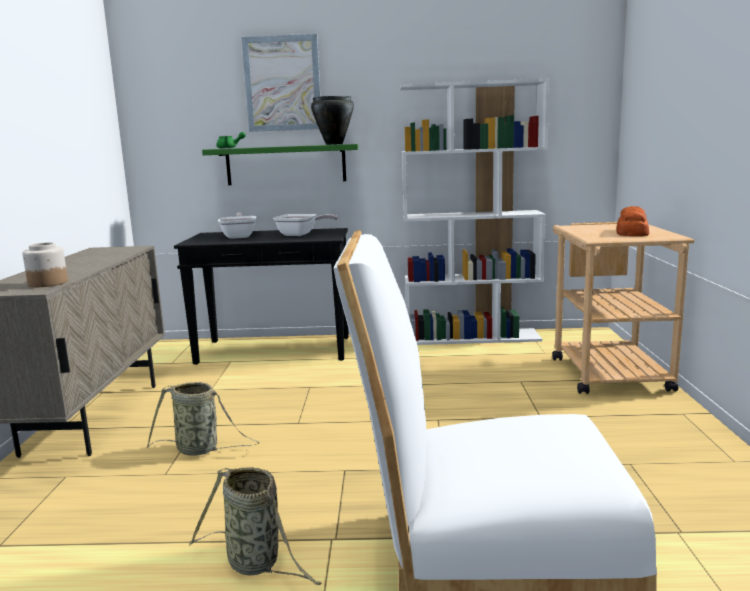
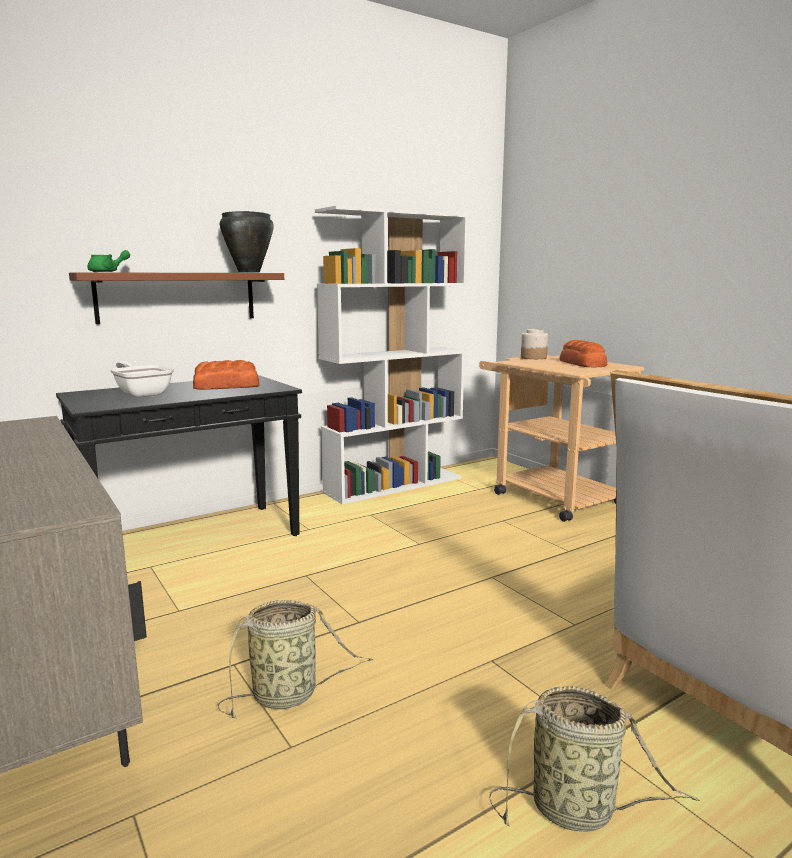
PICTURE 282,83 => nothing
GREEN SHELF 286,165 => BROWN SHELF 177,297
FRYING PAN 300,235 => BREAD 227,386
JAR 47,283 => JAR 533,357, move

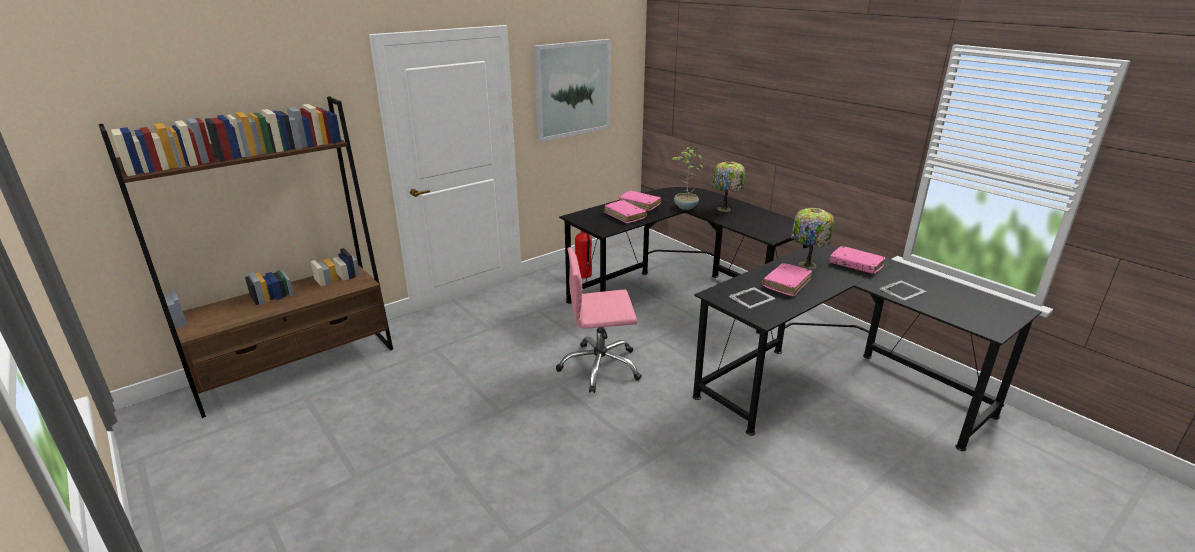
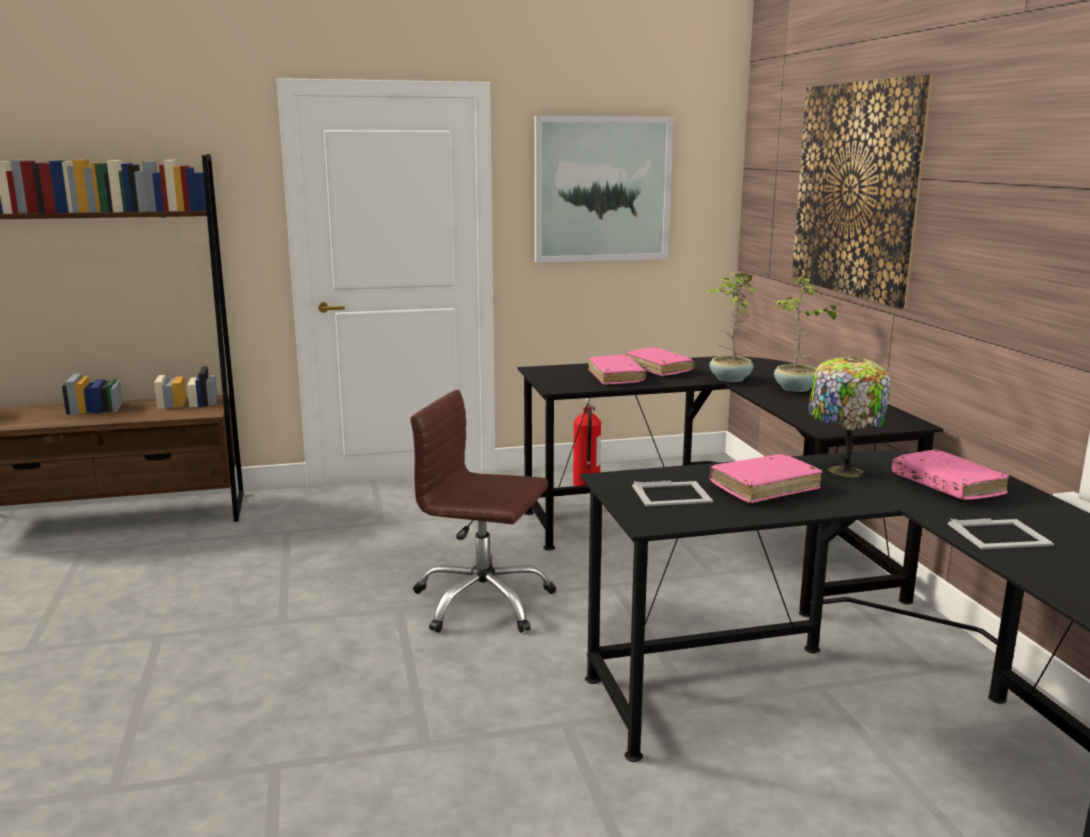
TABLE LAMP 725,209 => POTTED PLANT 796,389
PINK OFFICE CHAIR 600,367 => BROWN OFFICE CHAIR 482,602
nothing => PICTURE 856,190

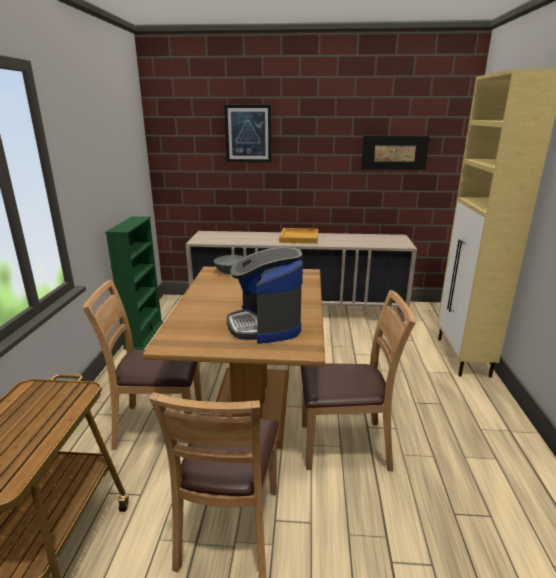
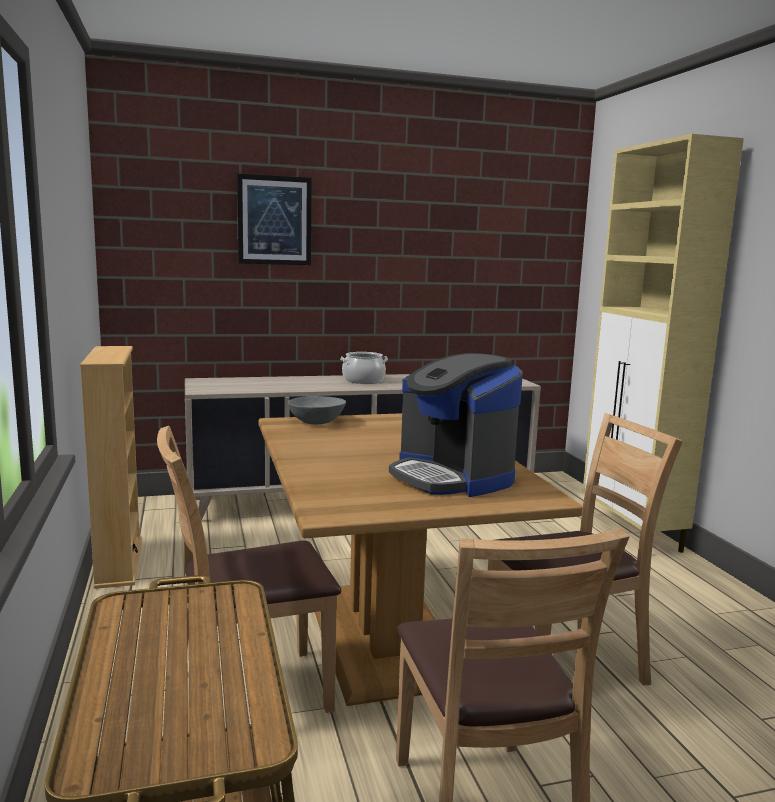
PICTURE 394,153 => nothing
GREEN BOOKCASE 144,335 => BEIGE BOOKCASE 119,562
BEIGE TRAY 299,237 => COOKING POT 363,380

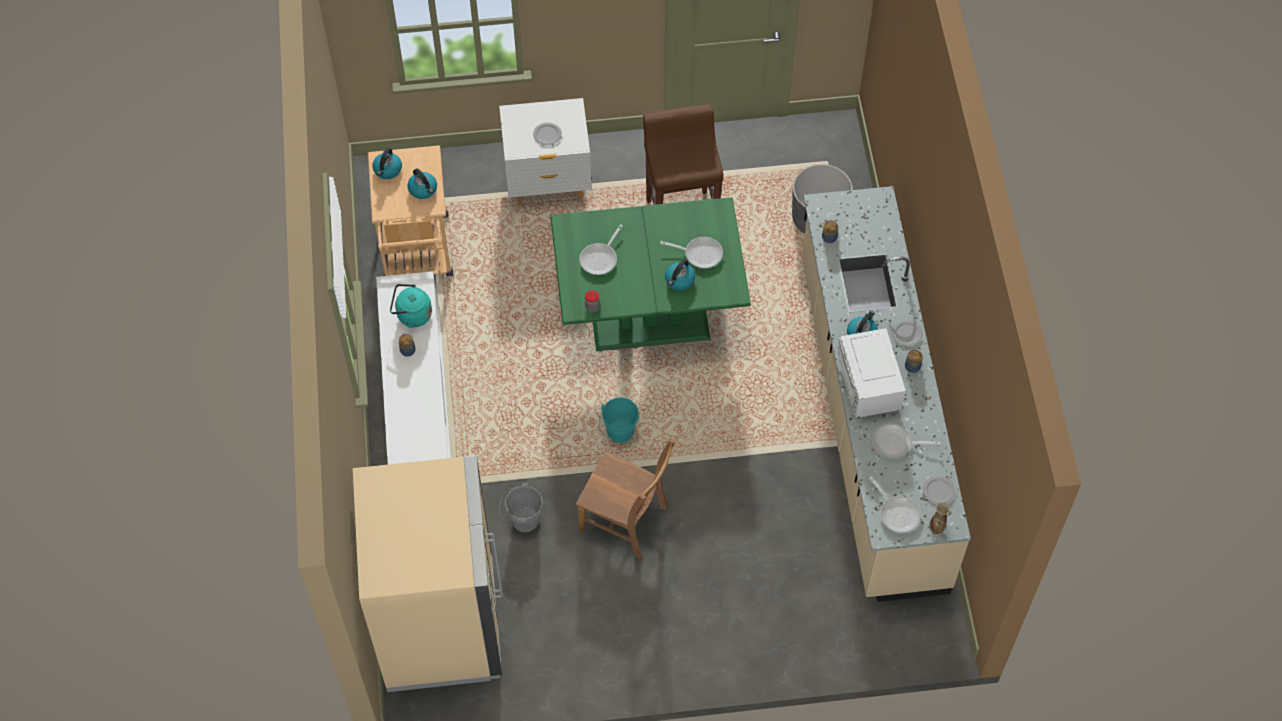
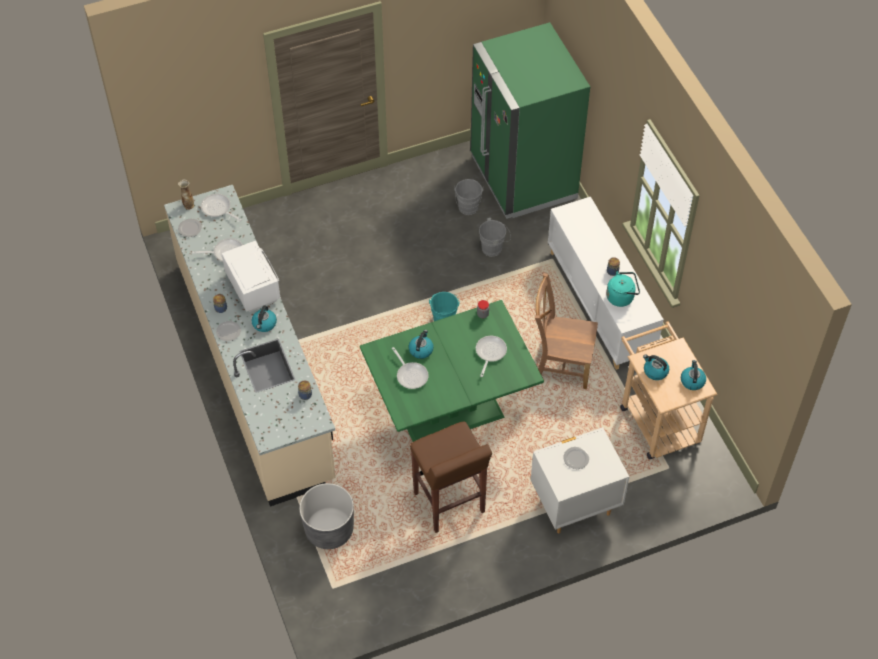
FRYING PAN 699,253 => FRYING PAN 411,375, 120 degrees counterclockwise
BROWN CHAIR 626,520 => BROWN CHAIR 560,364, move
BEIGE FRIDGE 441,624 => GREEN FRIDGE 523,177
nothing => GREY BUCKET 468,209

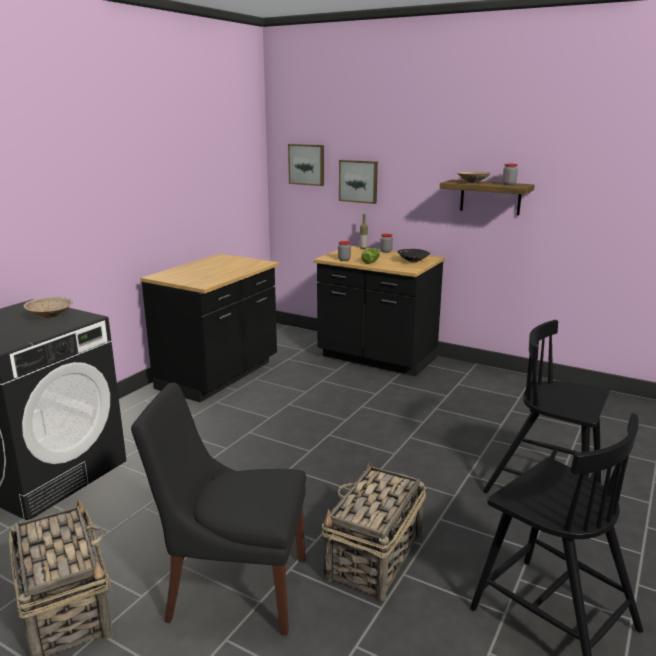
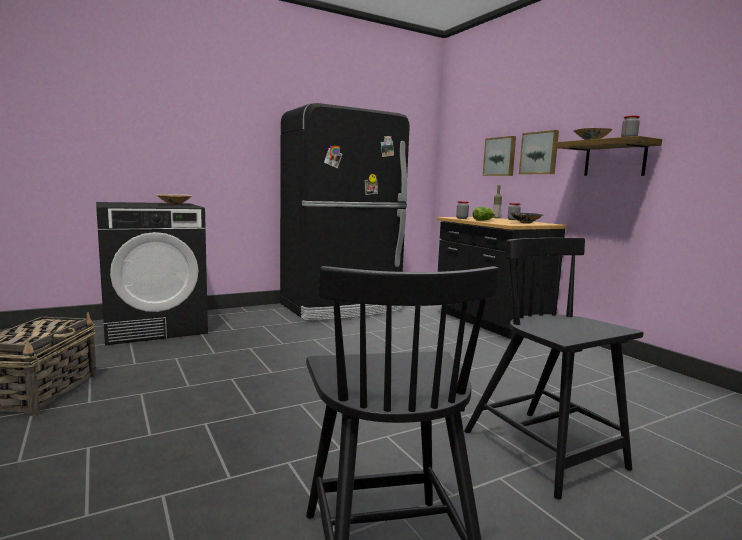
PICTURE 307,164 => PICTURE 539,153, move
BLACK COUNTER 219,376 => BLACK FRIDGE 342,308
BLACK CHAIR 233,587 => nothing
BASKET 373,558 => nothing

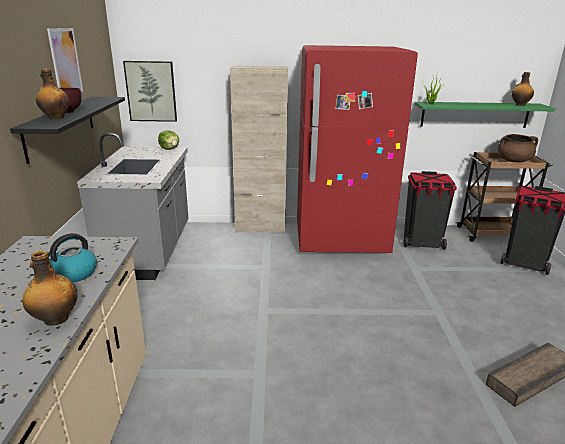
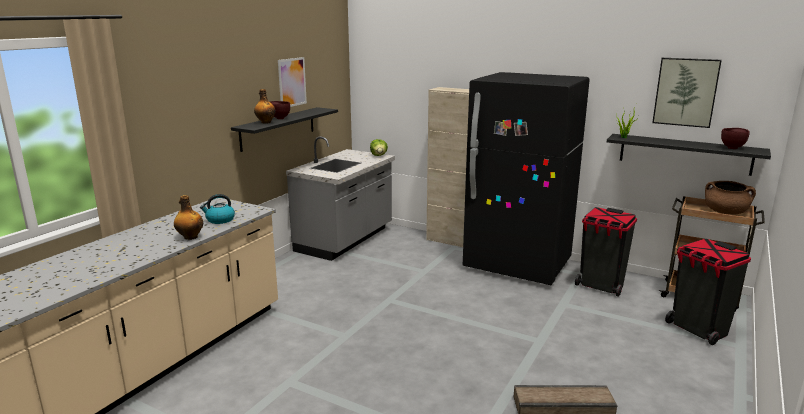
RED FRIDGE 341,240 => BLACK FRIDGE 517,266
PICTURE 151,91 => PICTURE 685,92, move
BOTTLE 519,105 => BROWN BOWL 733,148
GREEN SHELF 475,114 => BLACK SHELF 684,154

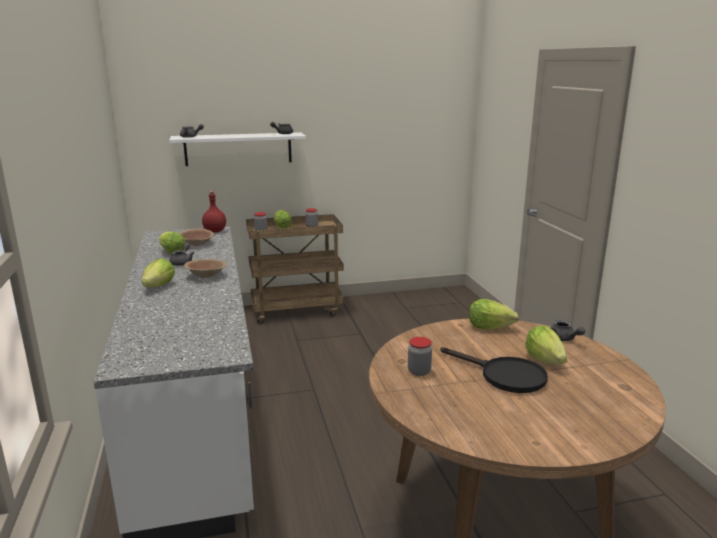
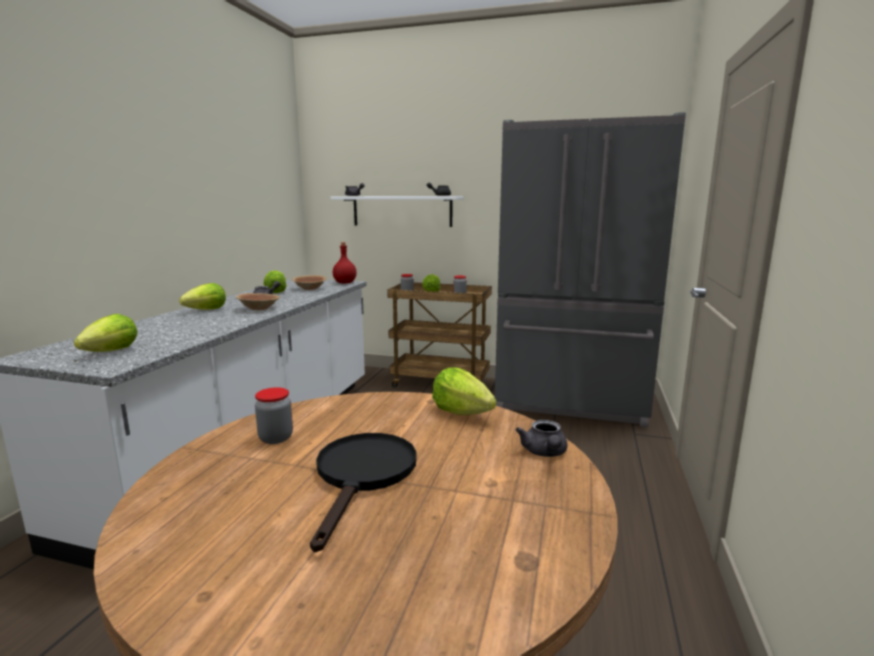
LETTUCE 545,360 => LETTUCE 112,352, move
BLACK FRYING PAN 504,376 => BLACK FRYING PAN 363,476, 150 degrees counterclockwise
nothing => GREY FRIDGE 570,403

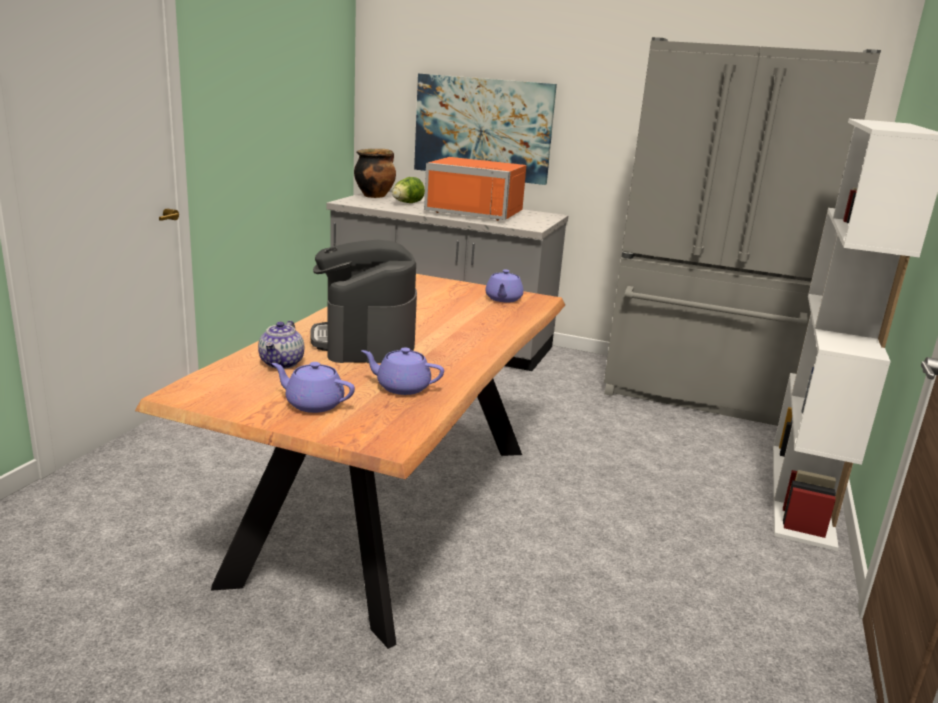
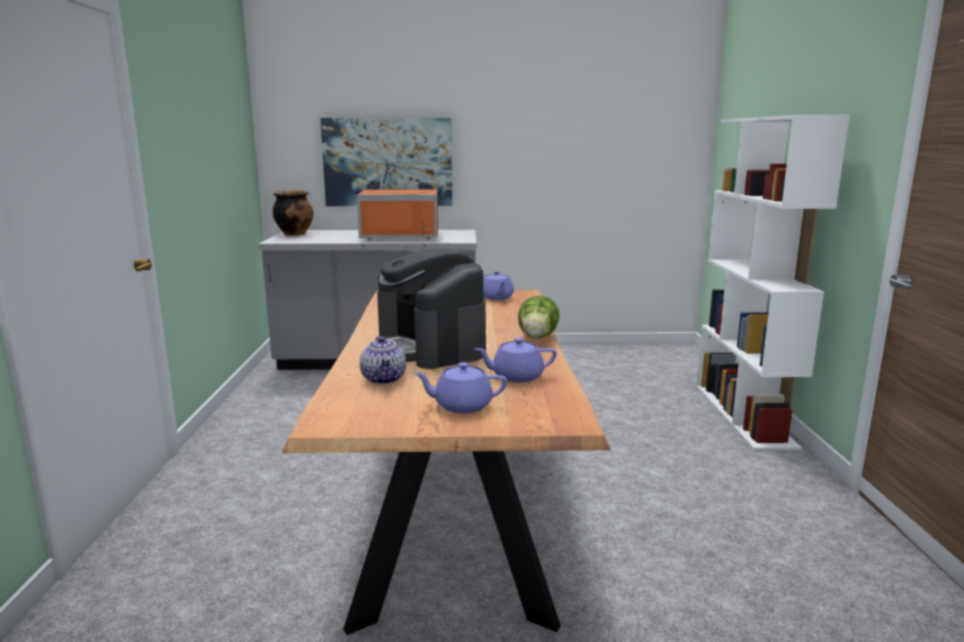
GREY FRIDGE 697,394 => nothing
LETTUCE 407,203 => LETTUCE 537,338, move

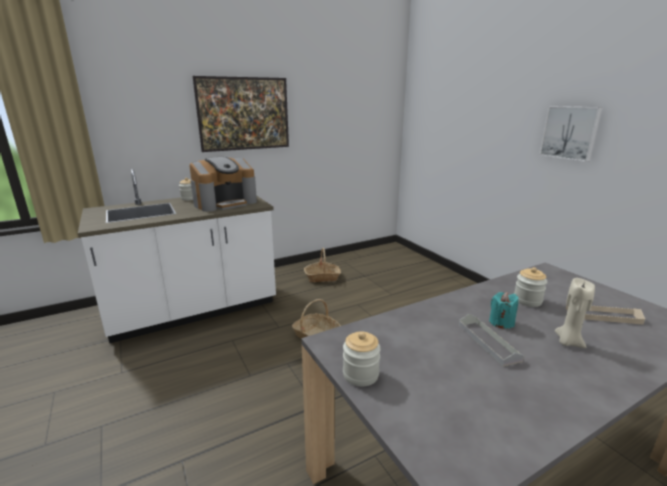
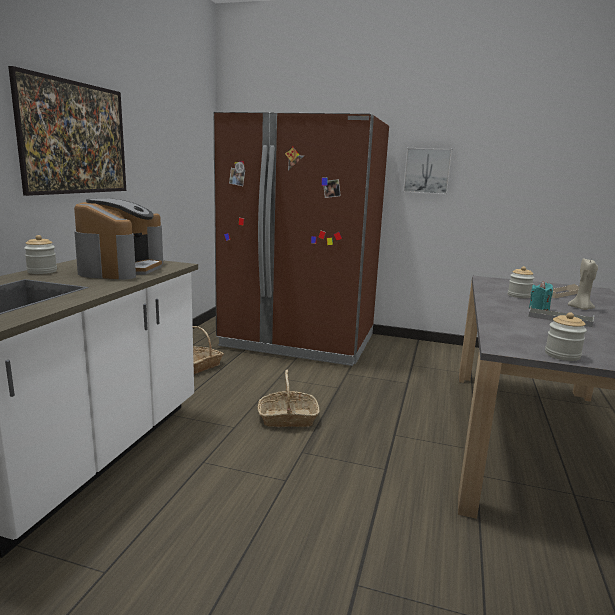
nothing => BROWN FRIDGE 298,341

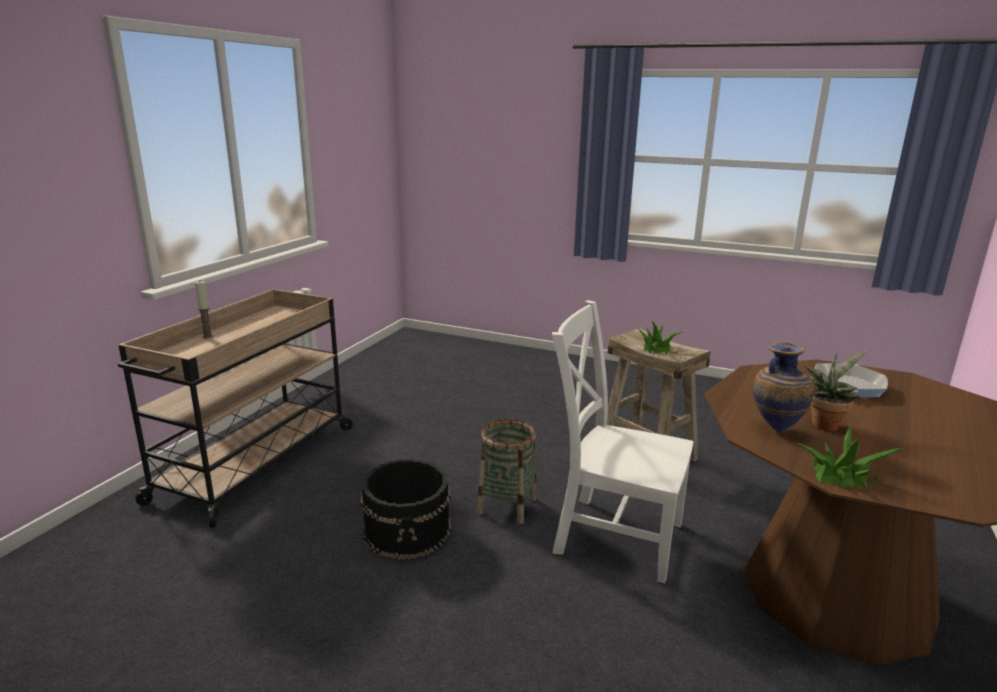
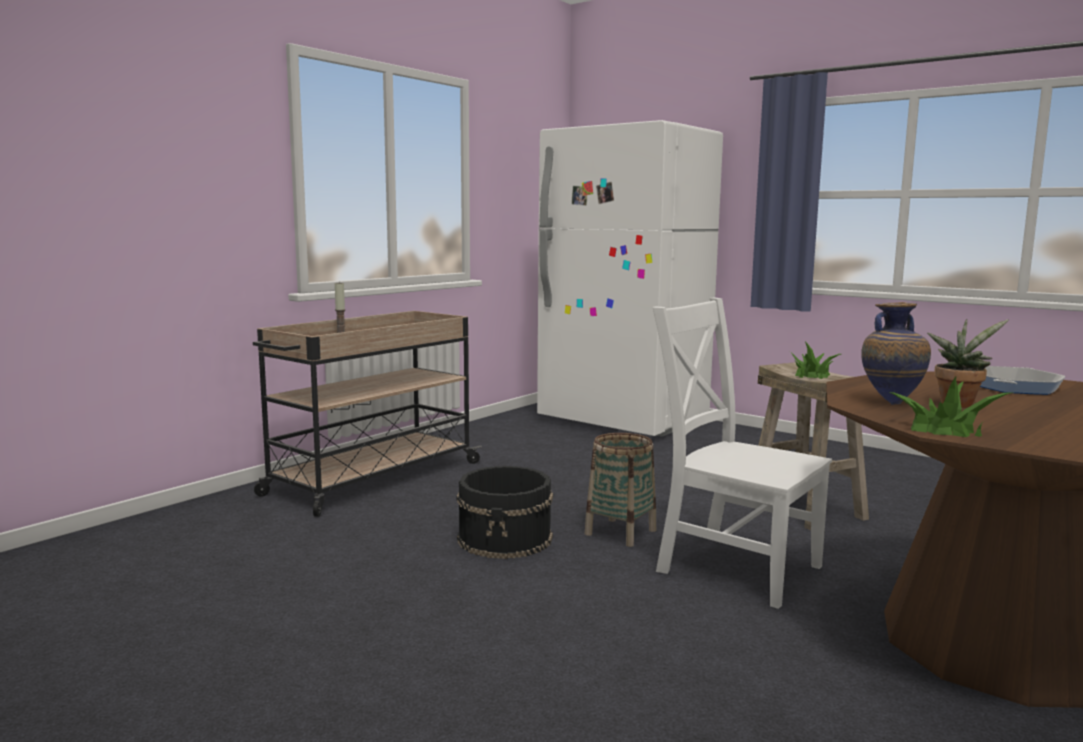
nothing => WHITE FRIDGE 623,421

